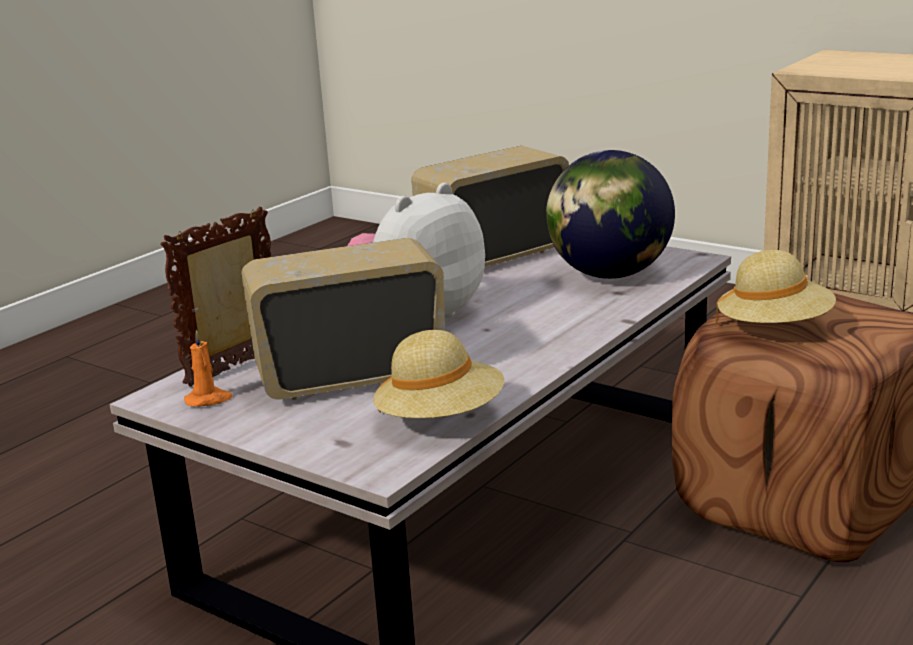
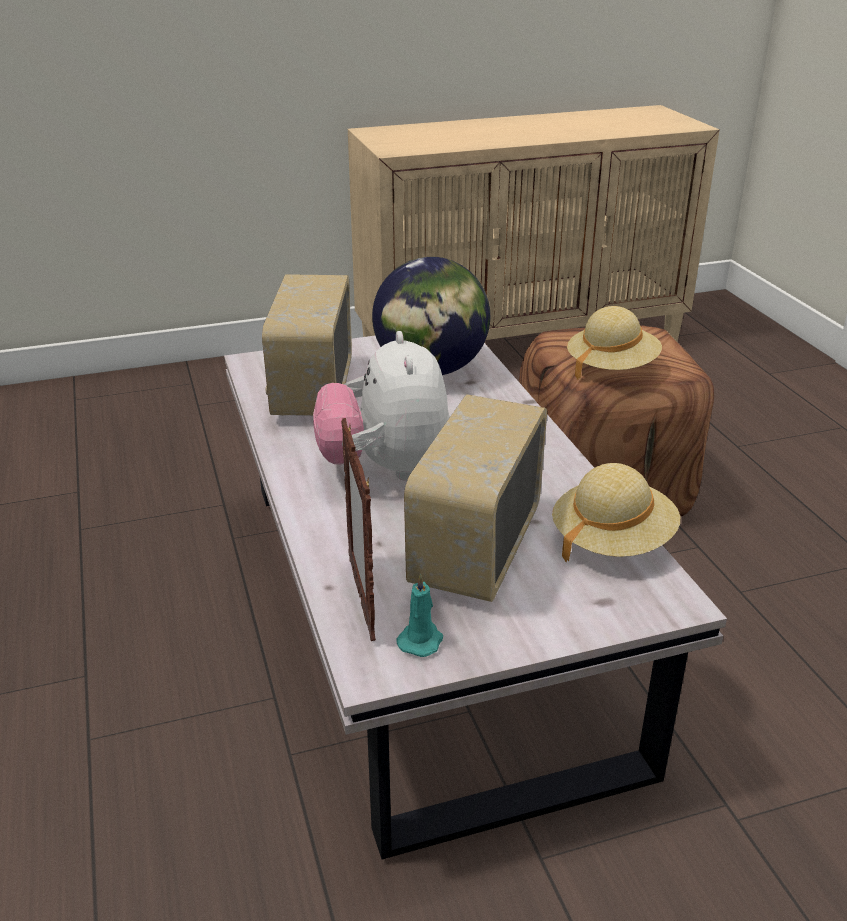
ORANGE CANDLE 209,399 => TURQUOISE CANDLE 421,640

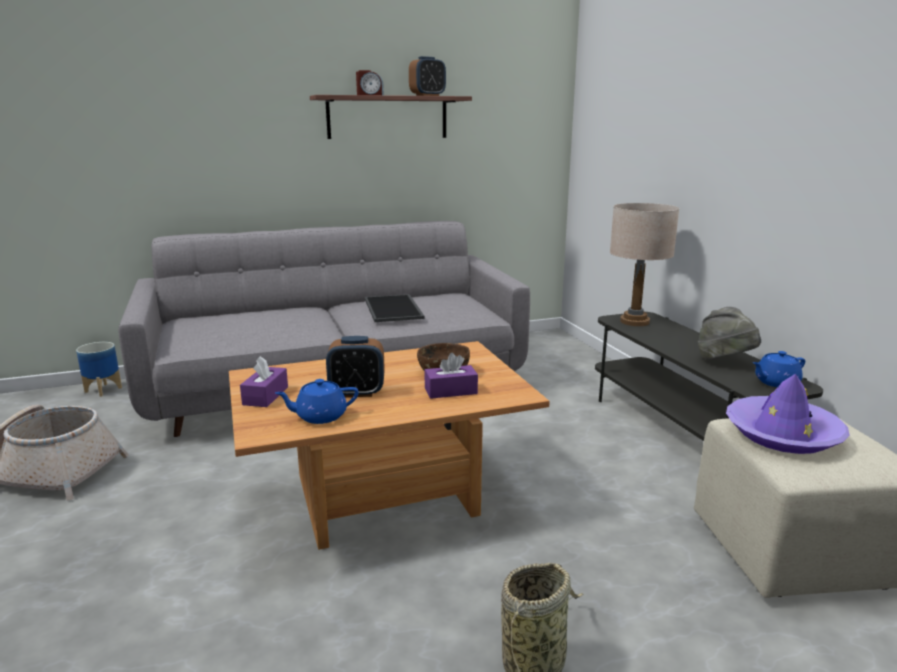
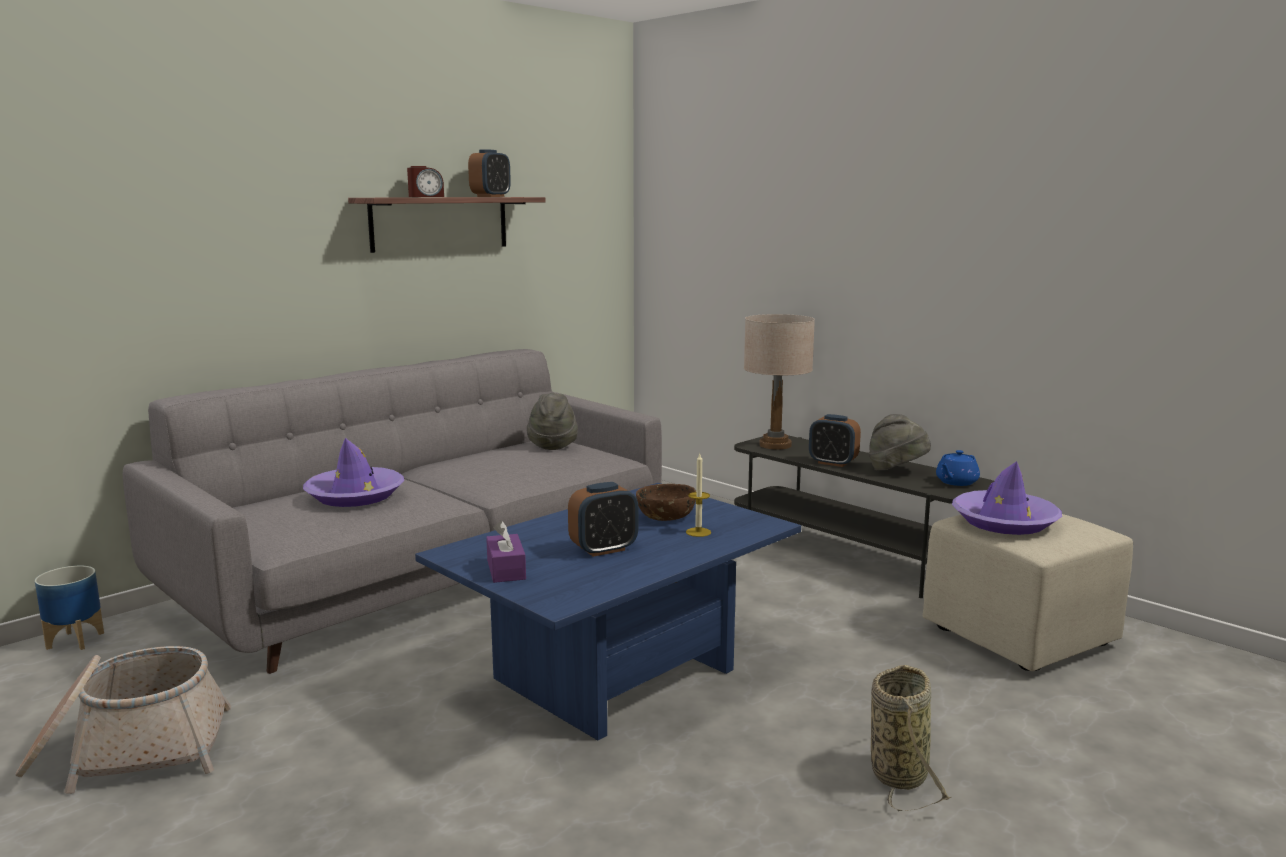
TRAY 394,308 => nothing
BROWN COFFEE TABLE 384,498 => BLUE COFFEE TABLE 617,678
PURPLE TISSUE BOX 451,391 => CANDLE 698,532
BLUE TEAPOT 320,416 => nothing
nothing => GREY HAT 552,444
nothing => ALARM CLOCK 833,463
nothing => PURPLE HAT 355,495

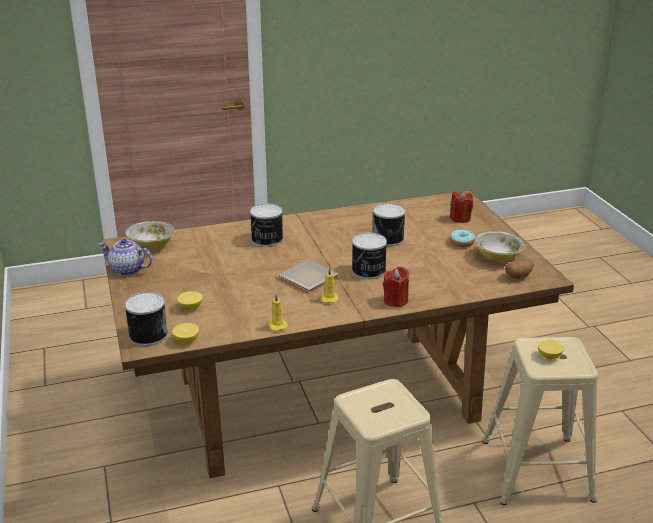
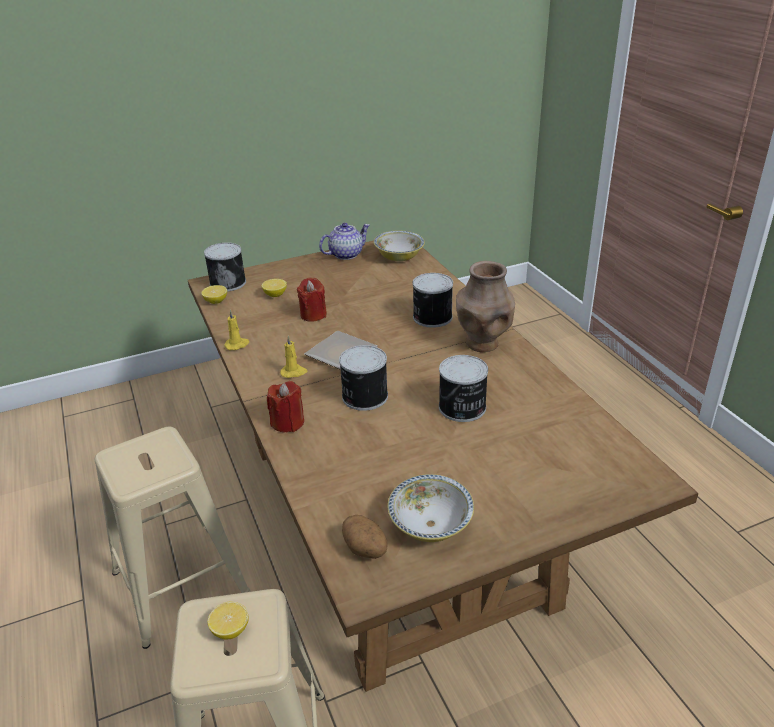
RED CANDLE 460,218 => RED CANDLE 313,315, move
DONUT 461,242 => nothing
TEAPOT 127,270 => TEAPOT 346,254, 45 degrees clockwise
nothing => BROWN VASE 483,344

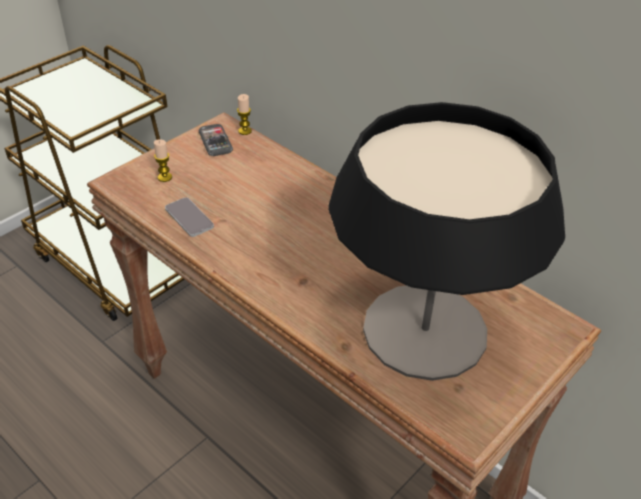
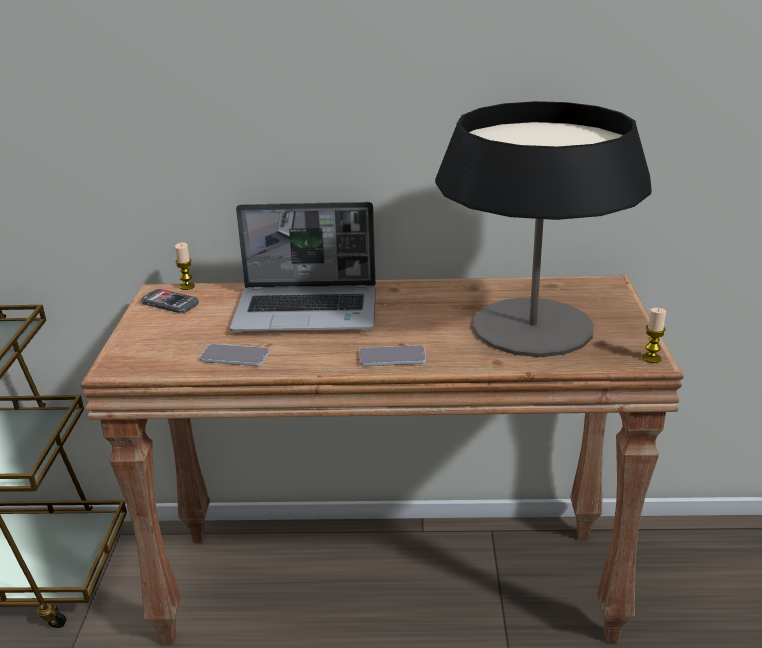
CANDLE 164,177 => CANDLE 651,358, move
nothing => LAPTOP 308,311
nothing => PHONE 392,357

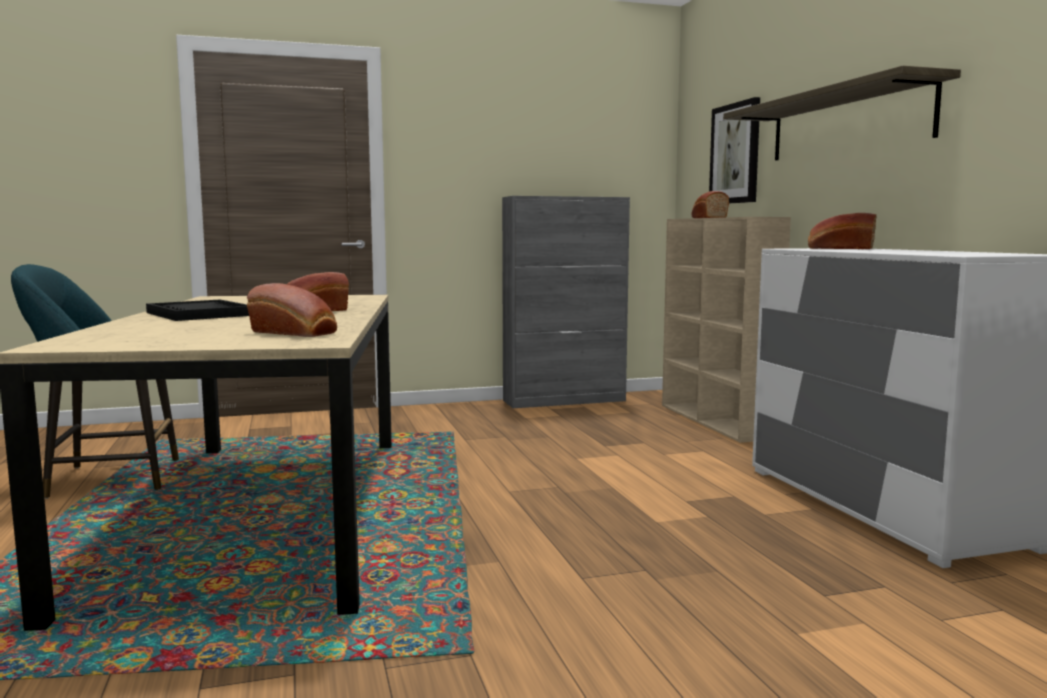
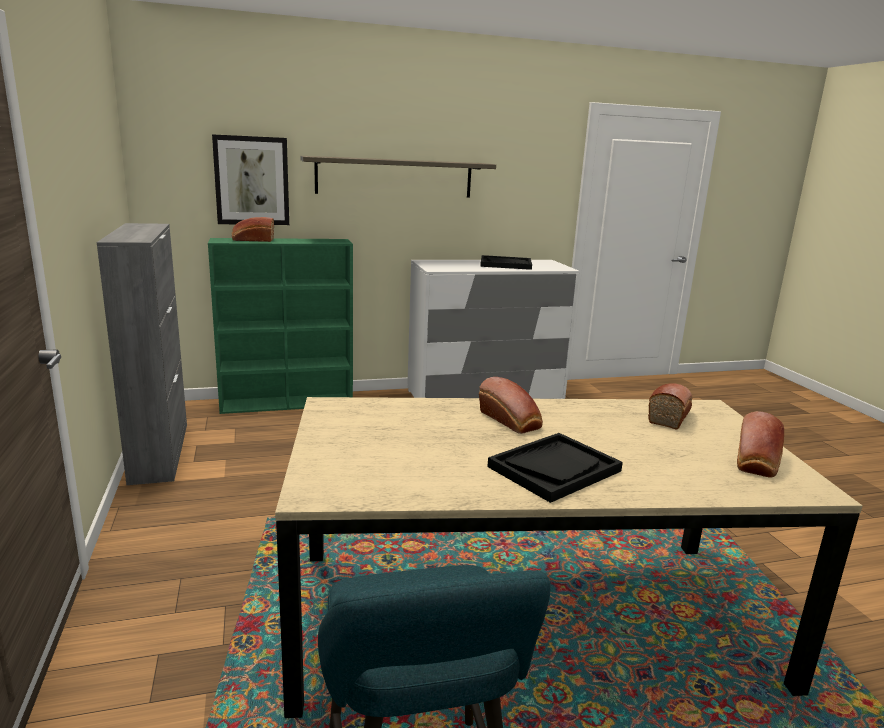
BREAD 839,248 => BREAD 756,461, move
BEIGE BOOKCASE 717,421 => GREEN BOOKCASE 288,403
nothing => BLACK TRAY 506,264

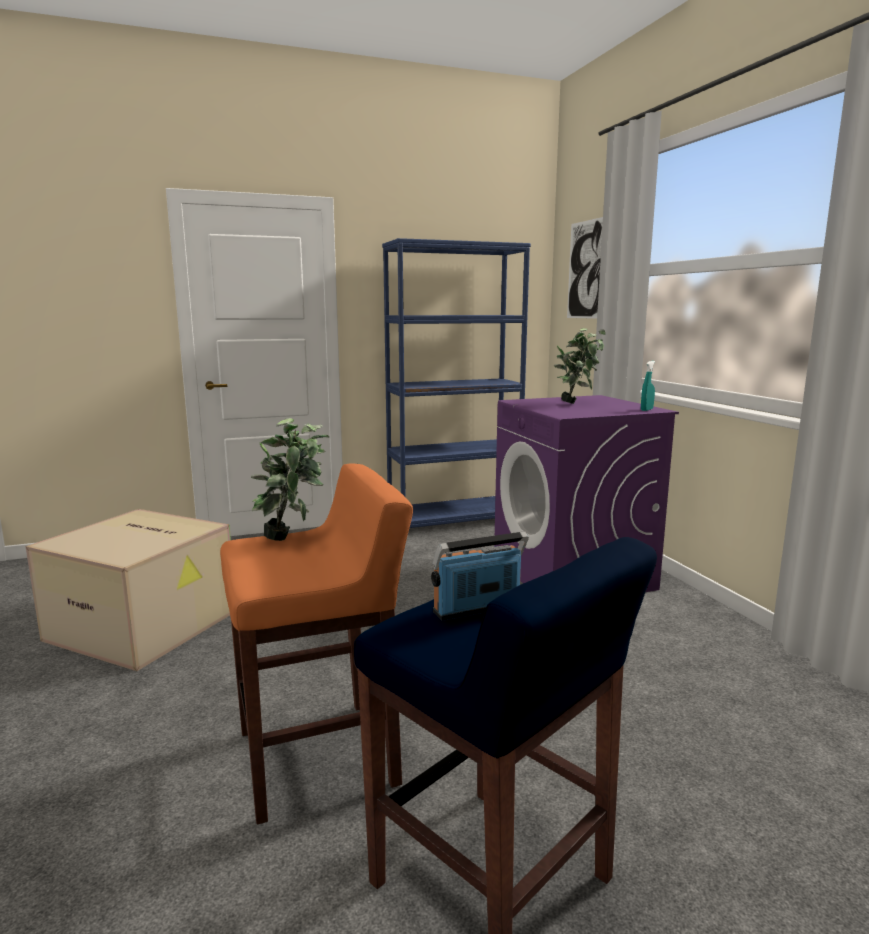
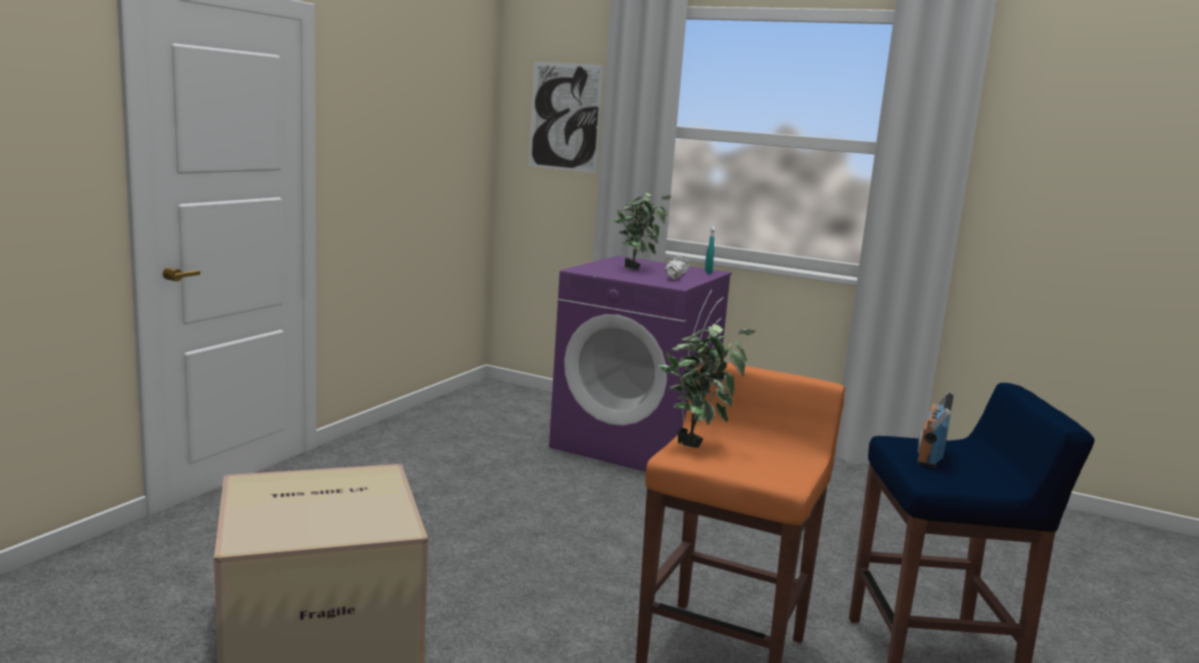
BLUE BOOKCASE 454,521 => nothing
nothing => WHITE DUMBBELL 675,276

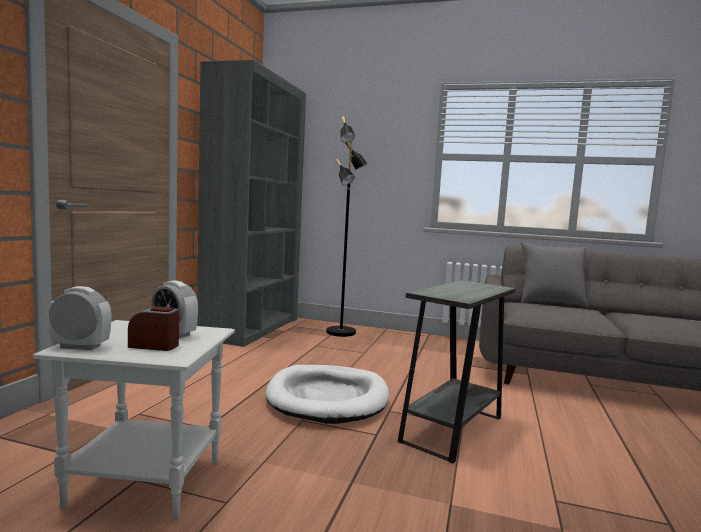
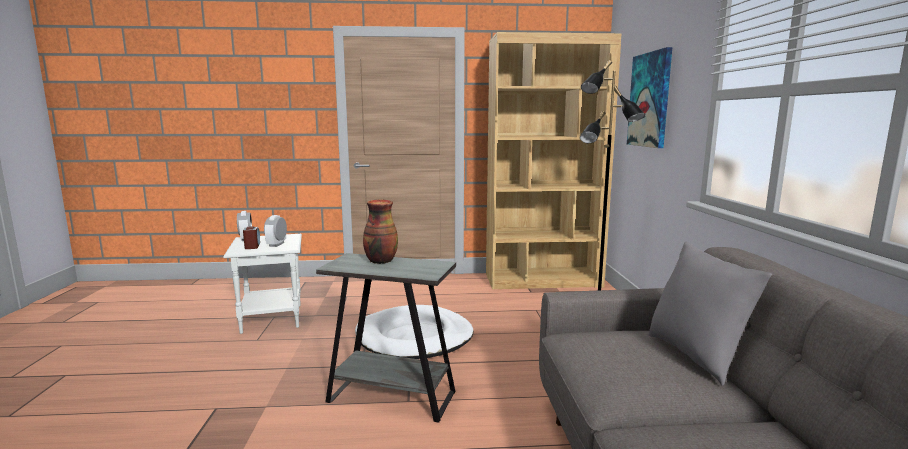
GREY BOOKCASE 252,328 => BROWN BOOKCASE 543,280
nothing => PICTURE 650,100
nothing => VASE 380,261

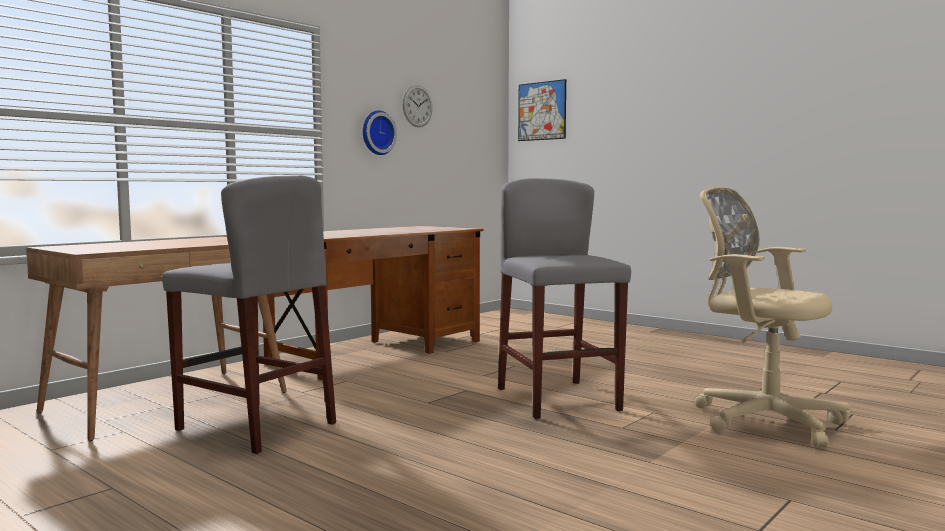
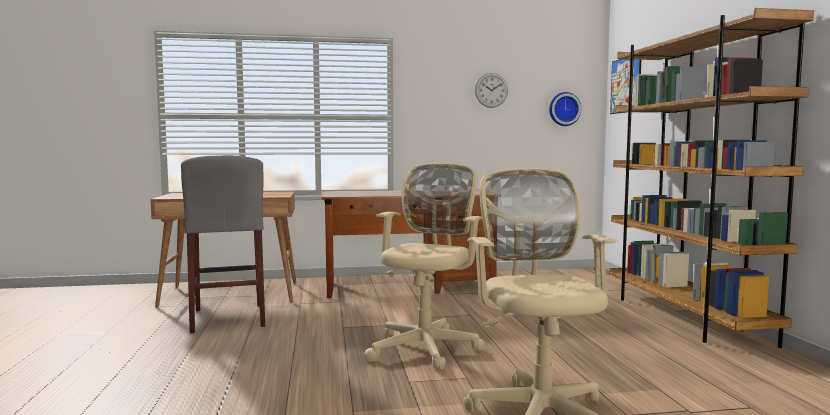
WALL CLOCK 376,133 => WALL CLOCK 564,109, move
GREY STOOL 557,399 => BEIGE OFFICE CHAIR 426,347
nothing => BROWN BOOKCASE 684,317

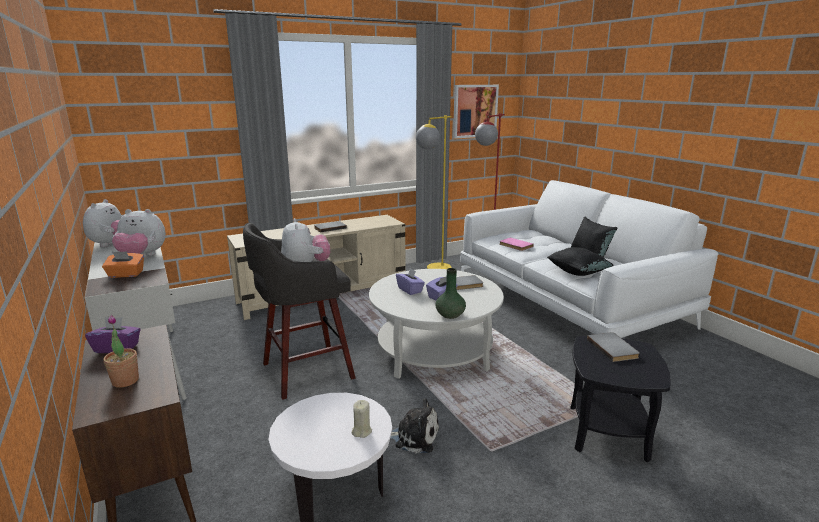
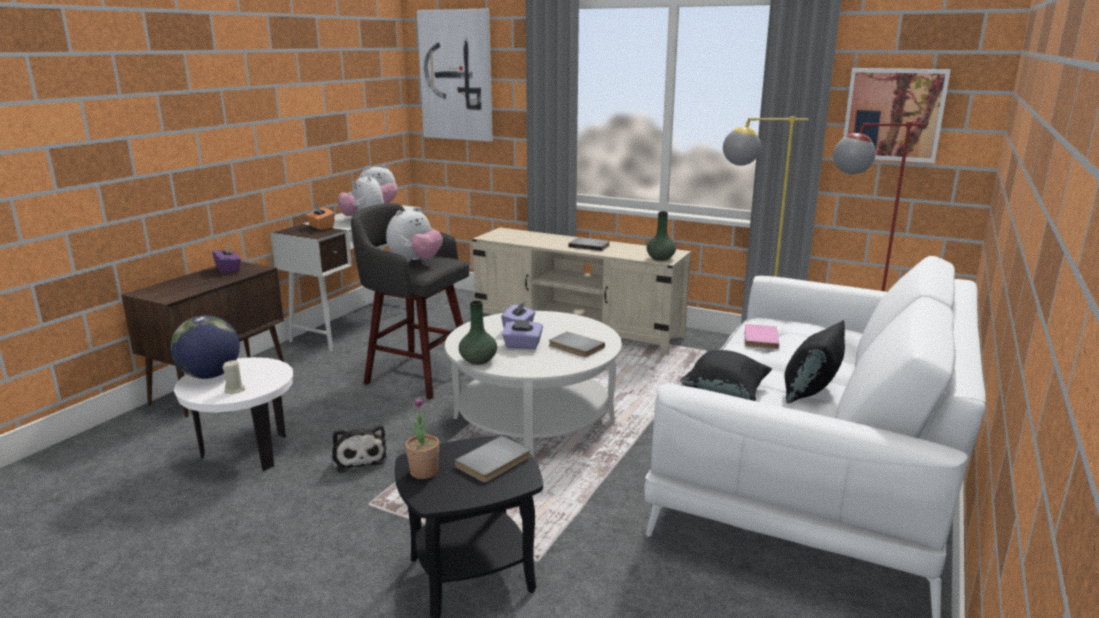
POTTED PLANT 125,381 => POTTED PLANT 424,472, move
nothing => PICTURE 456,75
nothing => GREEN VASE 661,258
nothing => GLOBE 210,376

